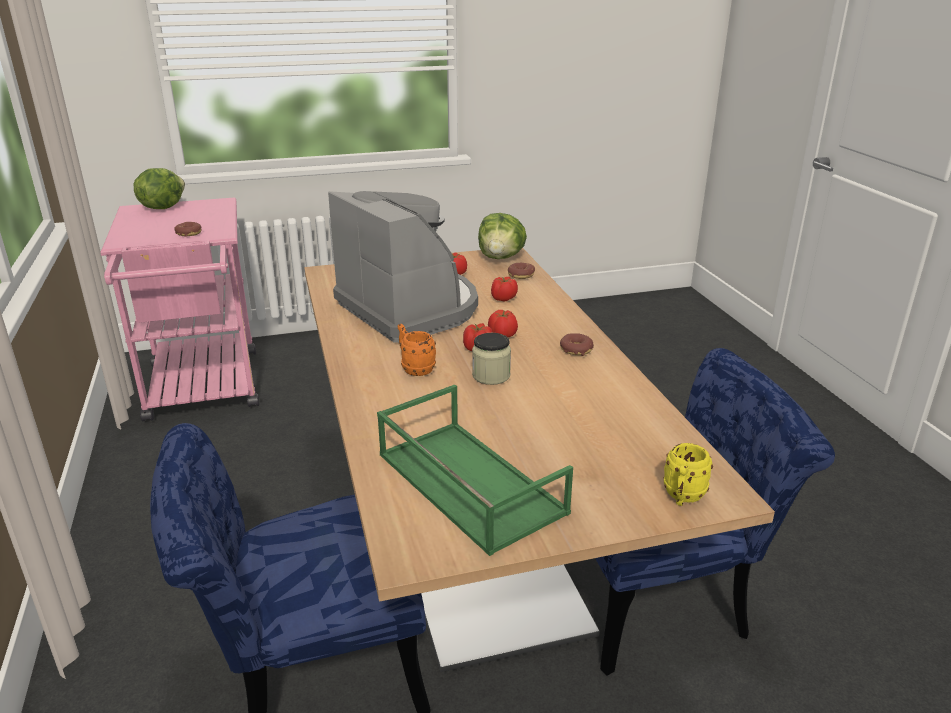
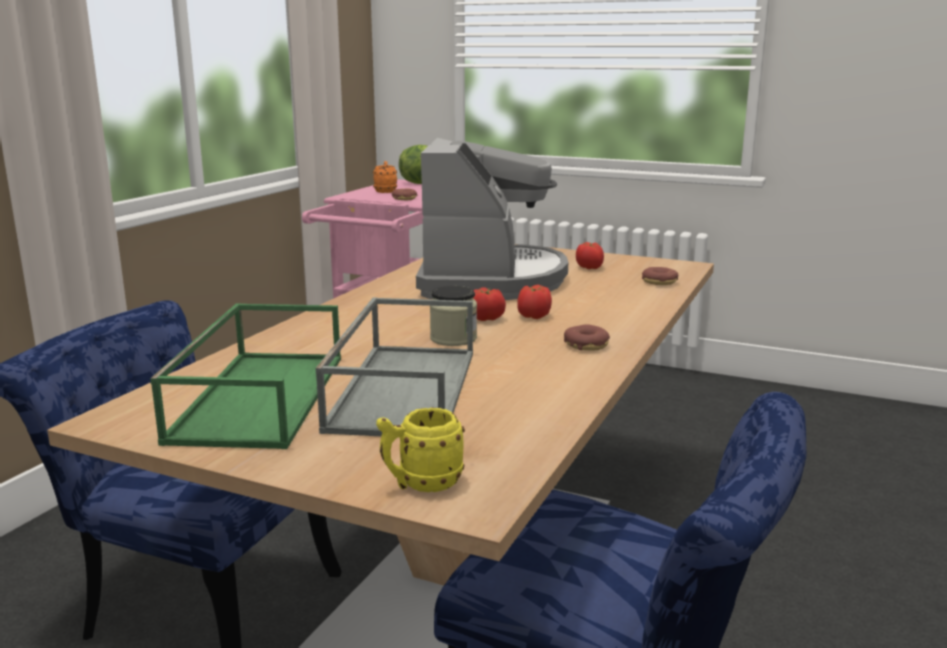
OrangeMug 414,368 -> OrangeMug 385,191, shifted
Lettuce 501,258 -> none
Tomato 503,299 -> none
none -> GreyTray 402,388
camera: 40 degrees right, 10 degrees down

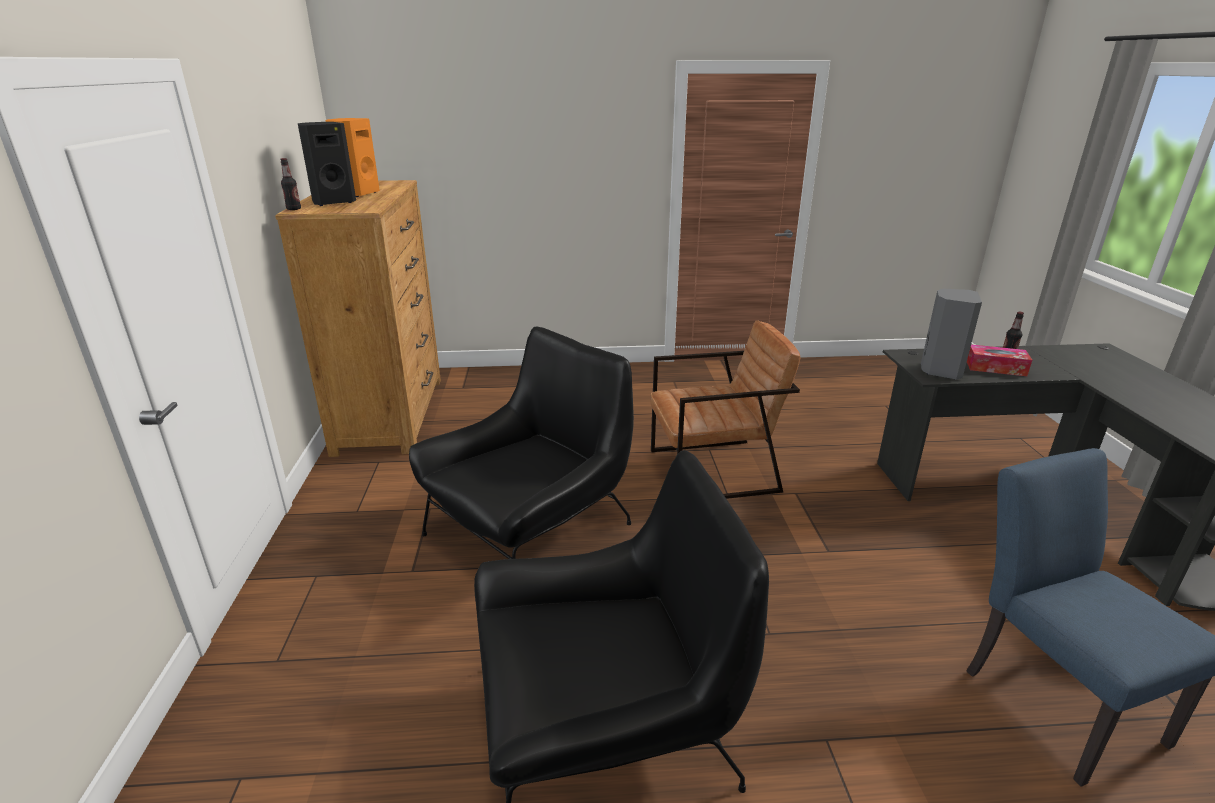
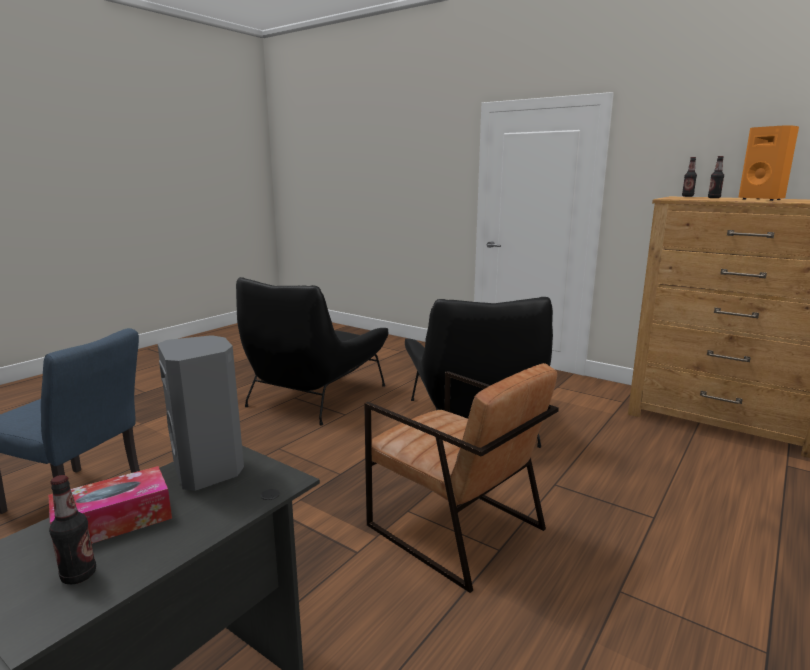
BlackSpeaker 333,202 -> Bottle 714,198
BrownArmchair 713,470 -> BrownArmchair 455,527, 75 degrees counterclockwise
camera: 130 degrees right, 10 degrees down

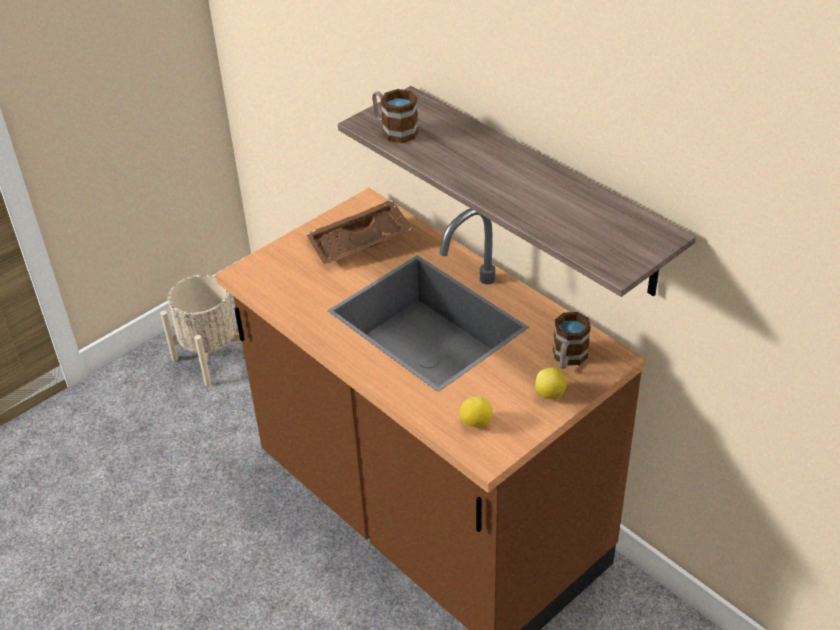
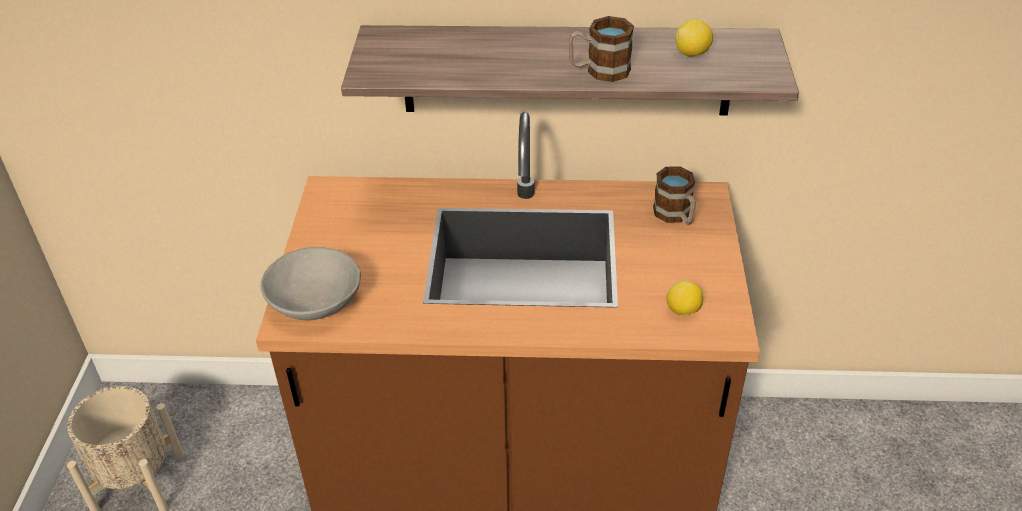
BrownTray 360,244 -> none
Mug 394,130 -> Mug 599,70, shifted
Lemon 550,394 -> Lemon 692,53, shifted
none -> GreyBowl 315,303
camera: 45 degrees left, 0 degrees up

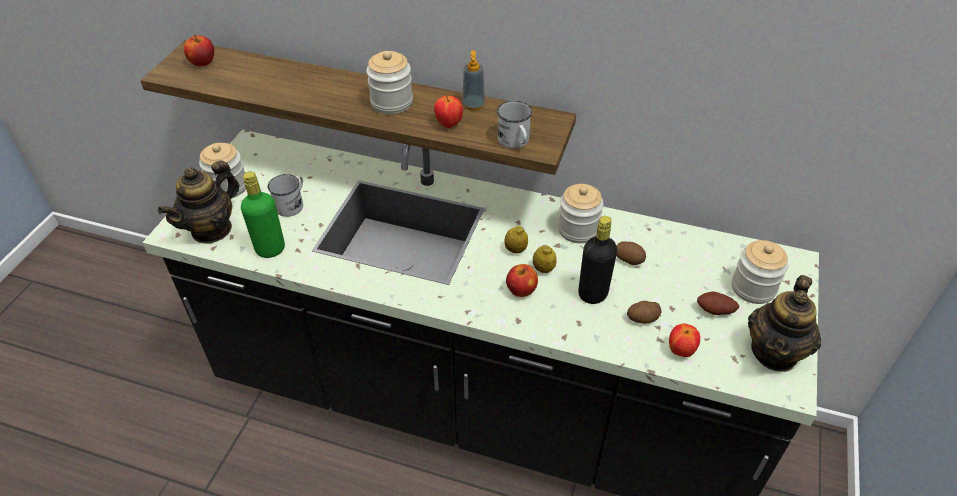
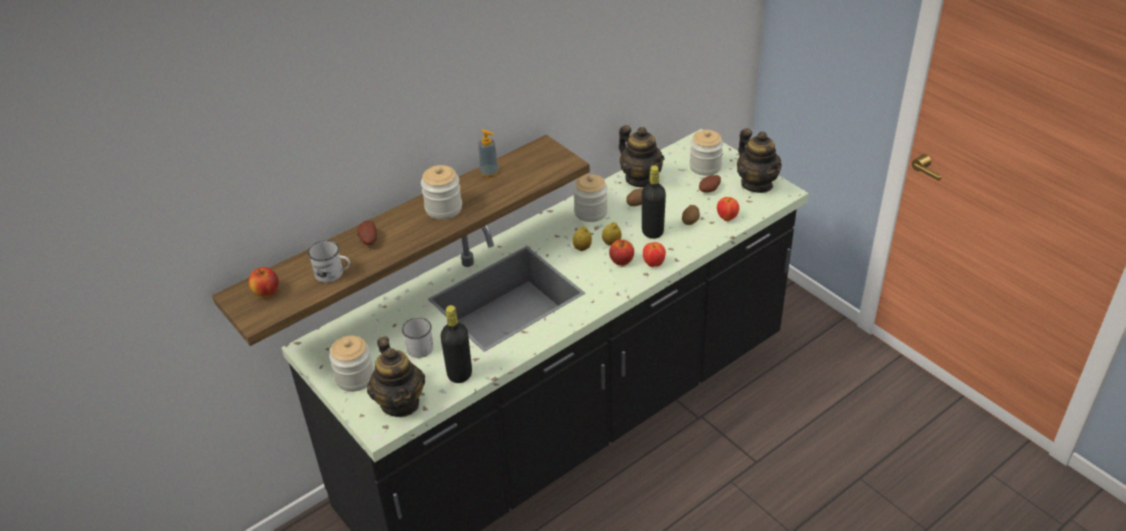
GreenBottle 270,249 -> BlackBottle 459,374
Apple 449,124 -> Apple 653,264, shifted
WhiteMug 515,142 -> WhiteMug 333,274, shifted
none -> Potato 368,240
none -> Teapot 641,179
camera: 55 degrees left, 5 degrees down

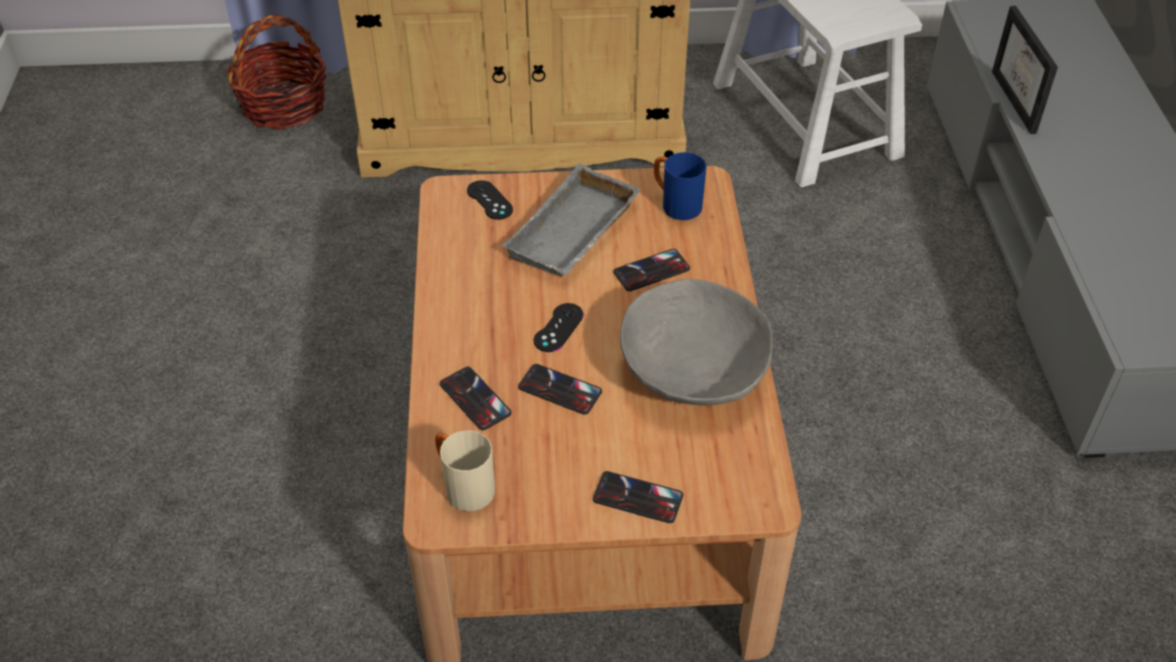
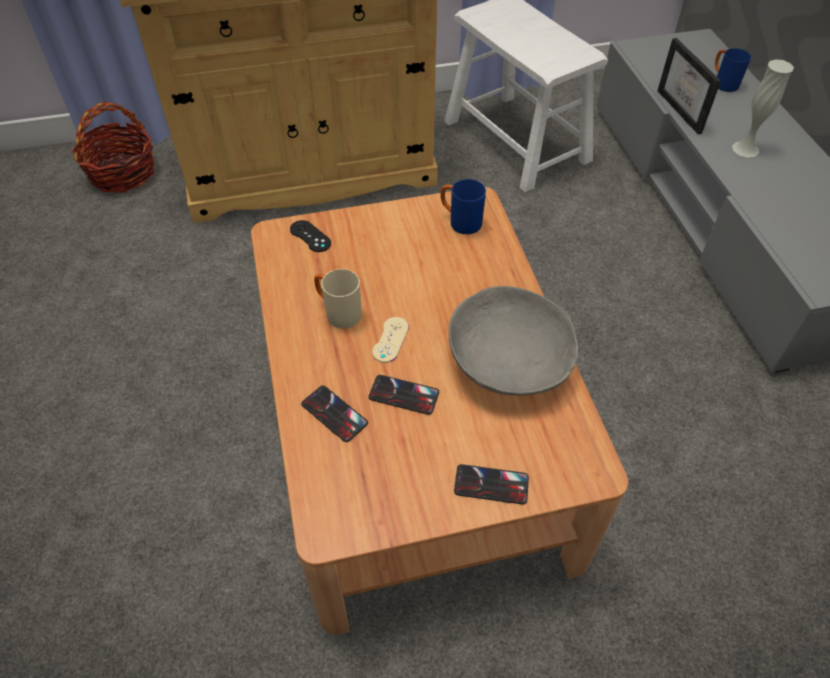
BeigeMug 463,486 -> BeigeMug 338,312, shifted
GreyTray 575,234 -> none
BlackGameController 558,328 -> BeigeGameController 390,339
Phone 651,271 -> none
none -> BlueMug 722,83
none -> WhiteVase 745,149
camera: 10 degrees left, 5 degrees up

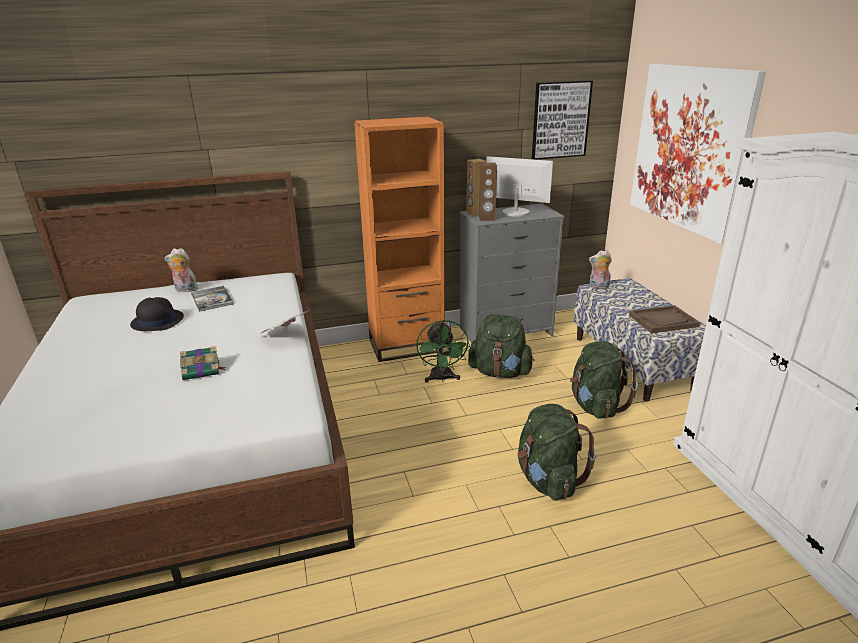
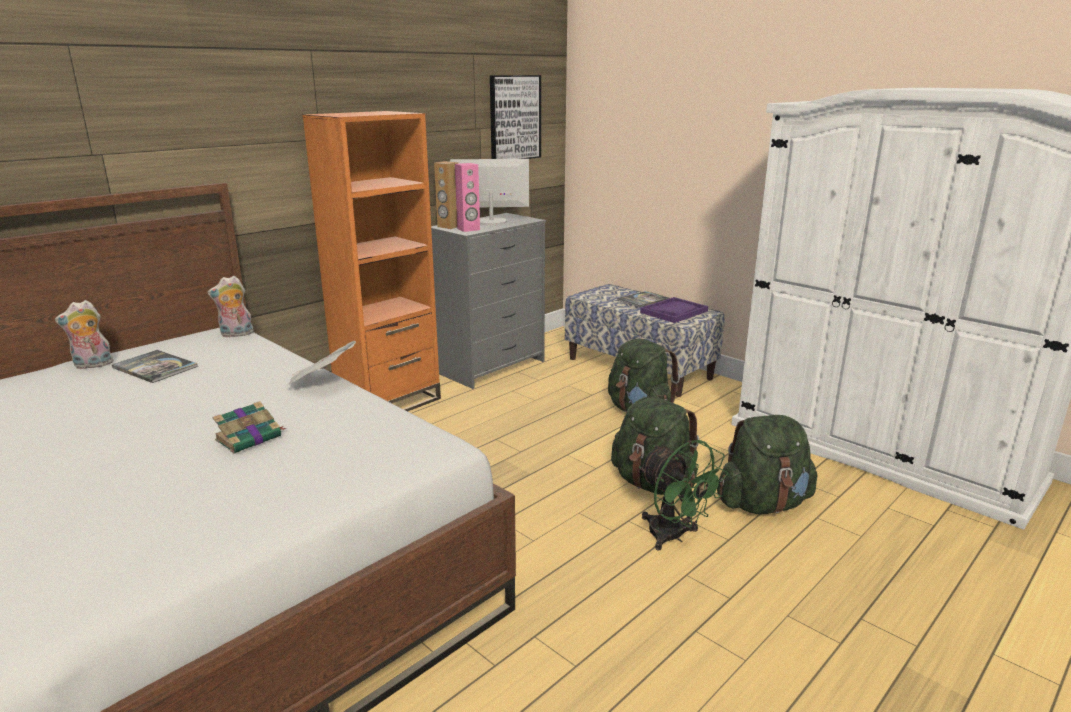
BlackHat 157,321 -> none
GreenFan 442,379 -> GreenFan 673,537, shifted
GreenBackpack 500,372 -> GreenBackpack 763,504, shifted
BrownSpeaker 487,218 -> PinkSpeaker 468,229
PlushToy 598,287 -> PlushToy 236,334, shifted
BrownTray 663,321 -> PurpleTray 674,312
Picture 689,148 -> none
none -> Book 643,300
camera: 30 degrees left, 5 degrees down

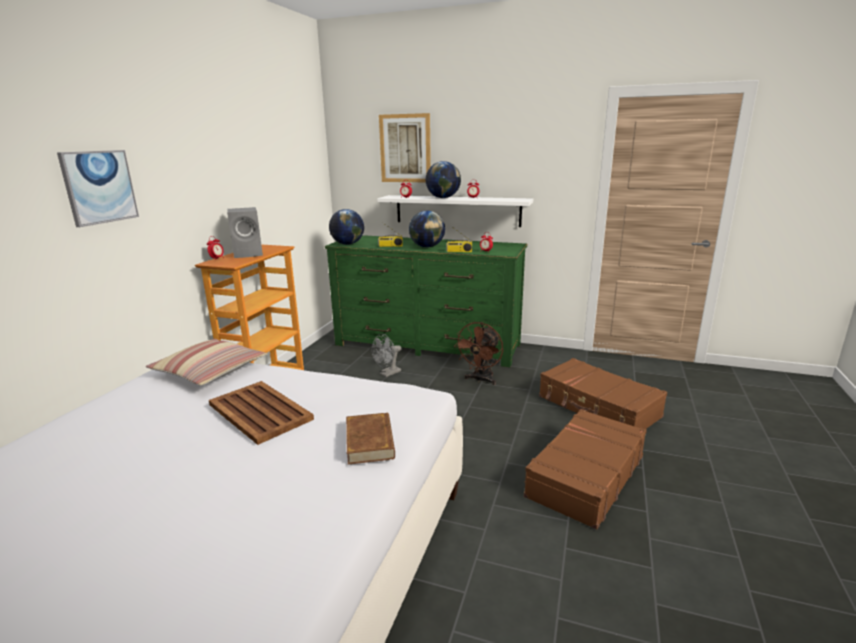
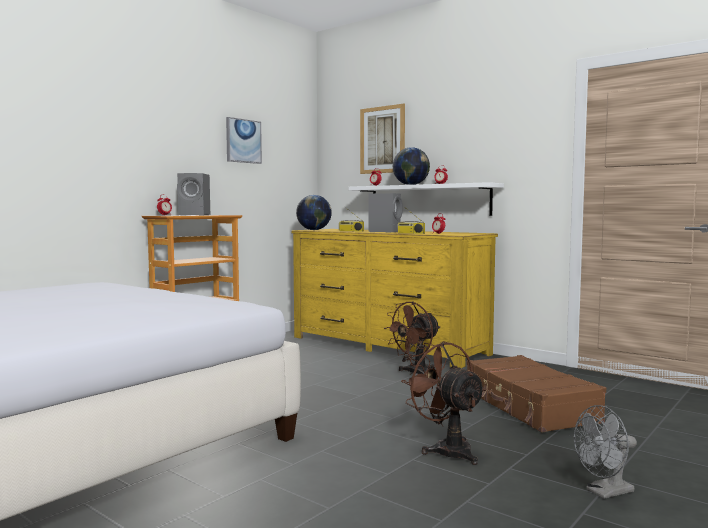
Picture 99,187 -> Picture 243,141, shifted
Pillow 210,371 -> none
BrownTray 260,412 -> none
GreenDresser 427,344 -> YellowDresser 387,345
BrownBook 370,441 -> none
GreyFan 387,374 -> GreyFan 605,492, shifted
Globe 427,247 -> GreySpeaker 385,232
BrownSuitcase 584,476 -> BrownFan 446,449
camera: 20 degrees right, 15 degrees down

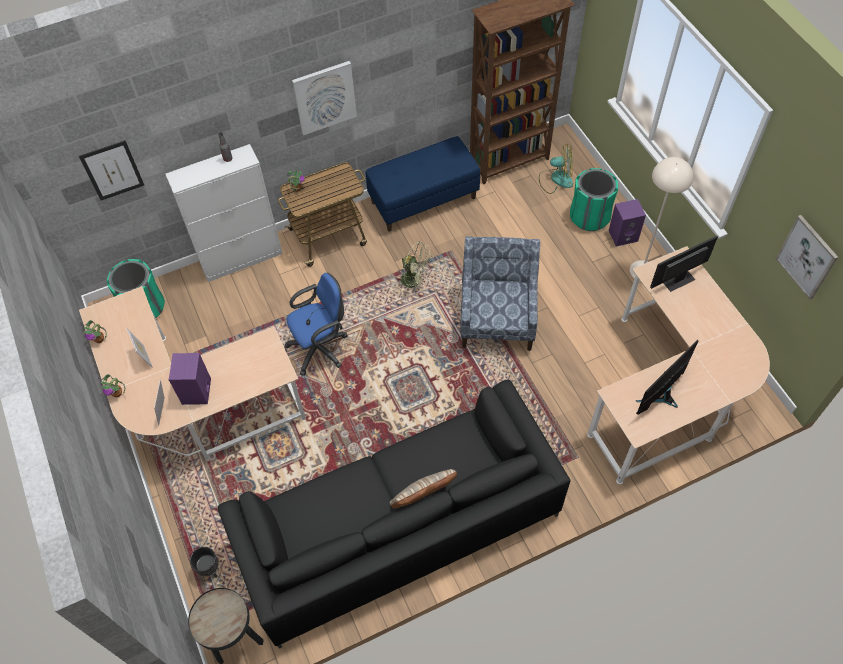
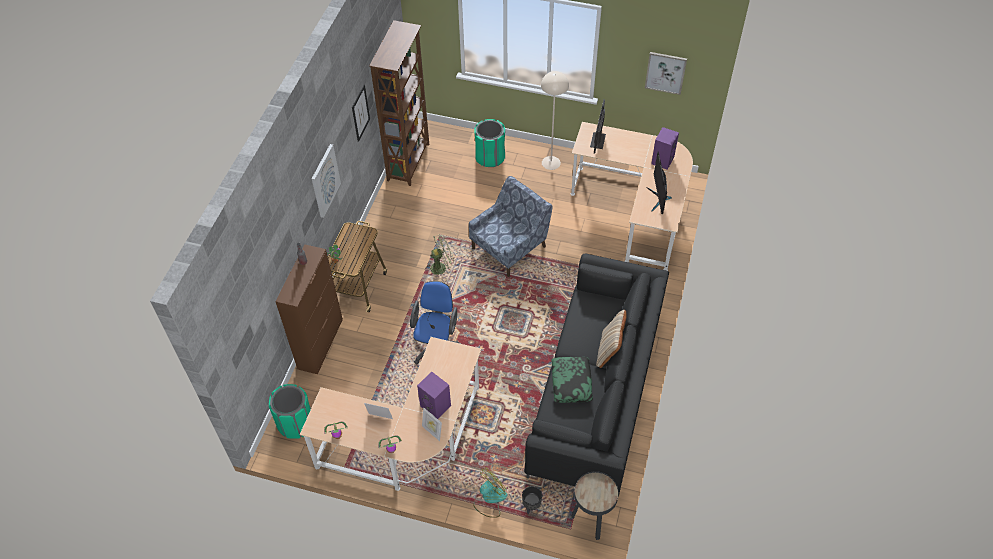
Picture 112,170 -> Picture 360,113, shifted
WhiteCabinet 242,258 -> BrownCabinet 320,343
BlueBench 423,199 -> none
BlueArmchair 497,317 -> BlueArmchair 510,247, 90 degrees clockwise
Fan 556,179 -> Fan 489,499, shifted
PurpleSpeaker 623,235 -> PurpleSpeaker 662,160, shifted
none -> Pillow 571,383
camera: 50 degrees left, 5 degrees down

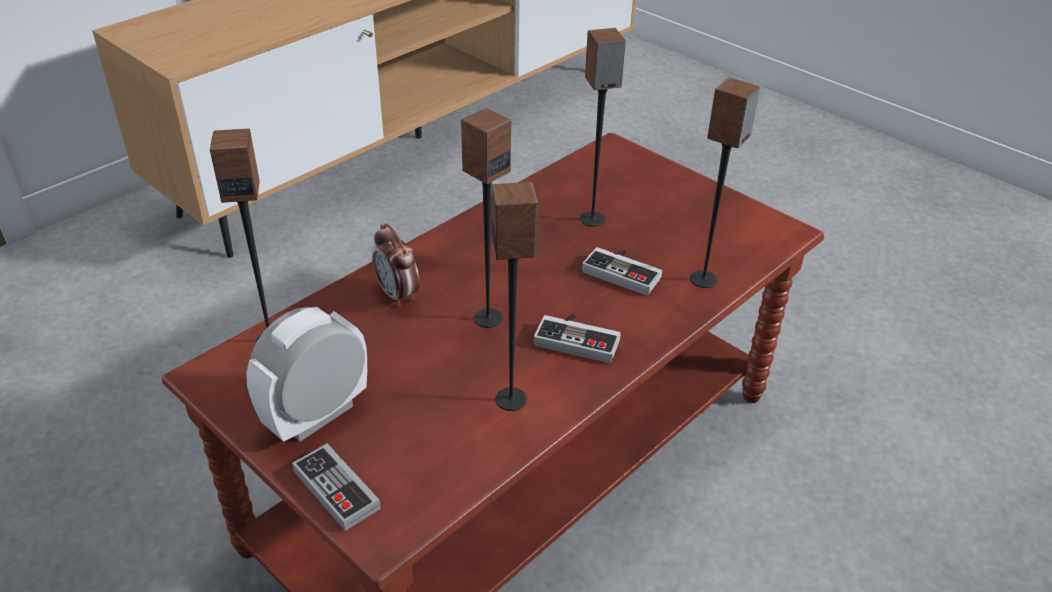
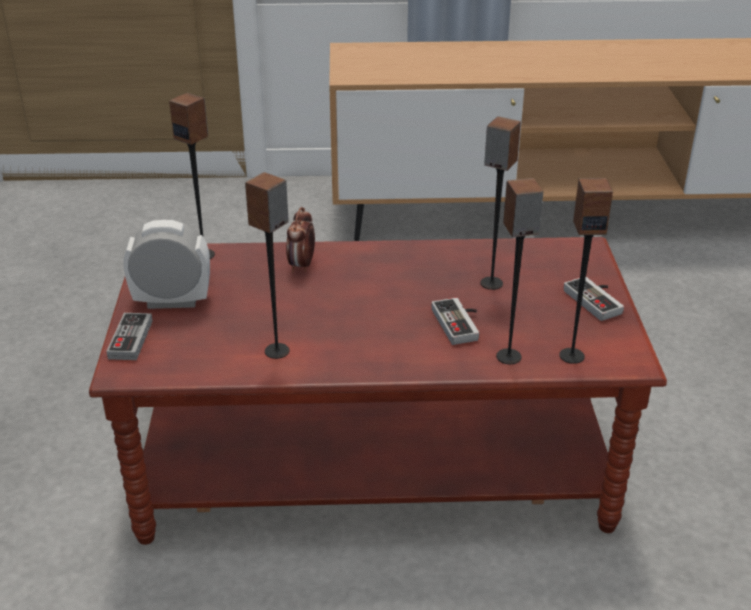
Speaker 487,318 -> Speaker 571,355, shifted
GameController 579,338 -> GameController 597,300, shifted
camera: 45 degrees right, 5 degrees down

